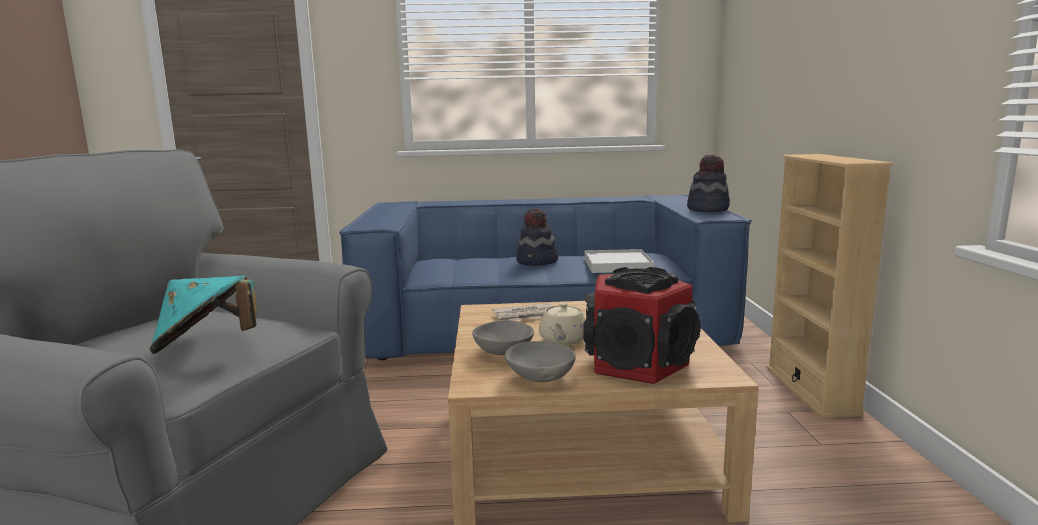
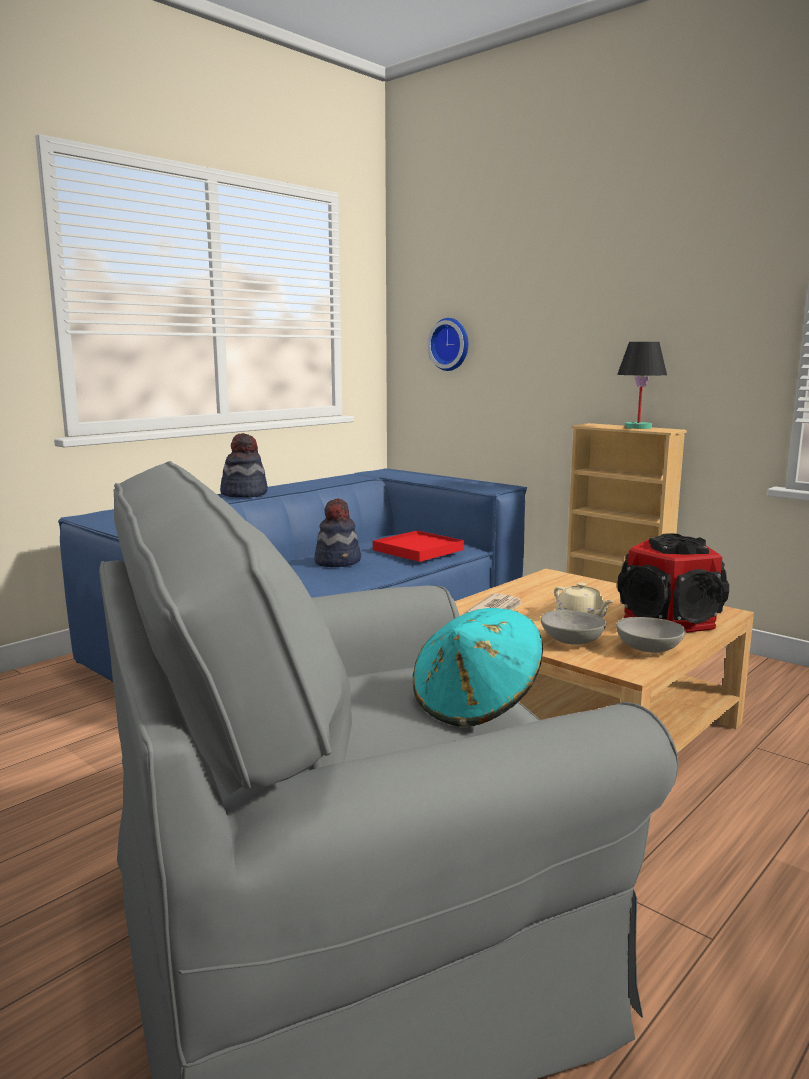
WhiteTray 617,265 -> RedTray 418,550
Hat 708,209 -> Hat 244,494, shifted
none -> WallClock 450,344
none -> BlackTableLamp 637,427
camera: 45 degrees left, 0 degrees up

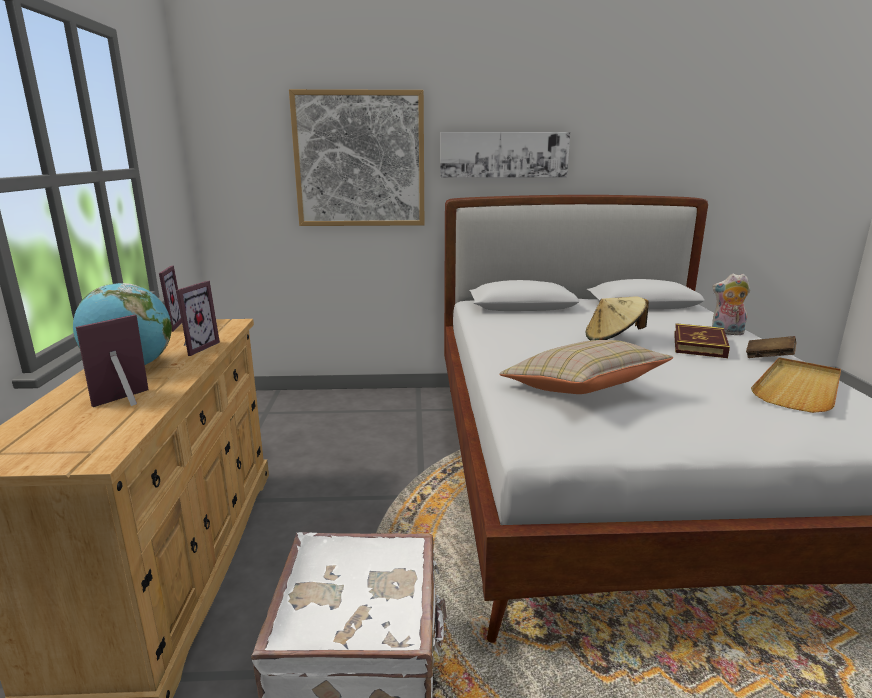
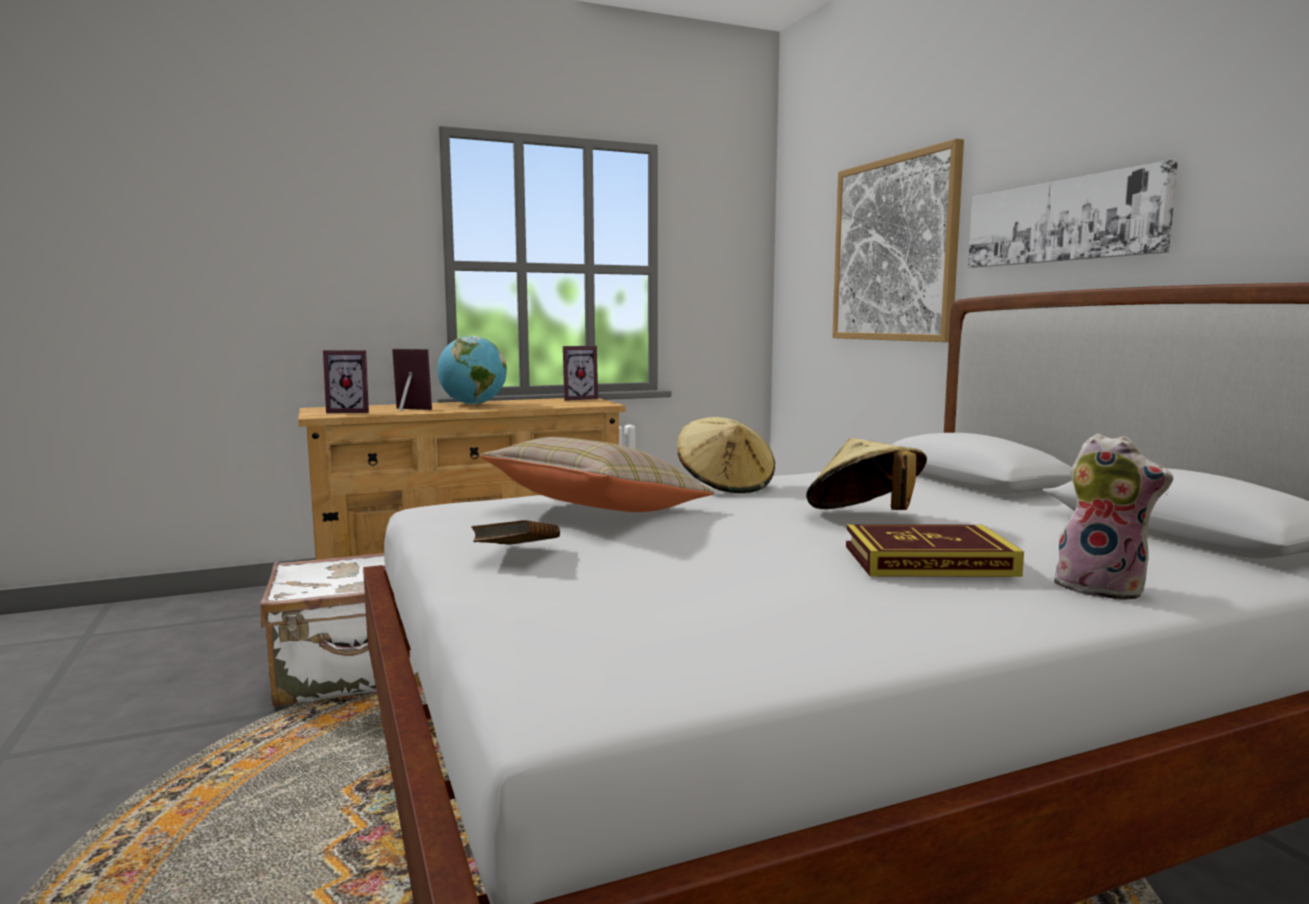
PictureFrame 195,347 -> PictureFrame 351,411, shifted
PlushToy 726,333 -> PlushToy 1102,588, 135 degrees clockwise
BrownBook 768,357 -> BrownBook 517,555, shifted
BeigeTray 798,388 -> none
none -> BeigeHat 725,485
camera: 70 degrees right, 10 degrees down

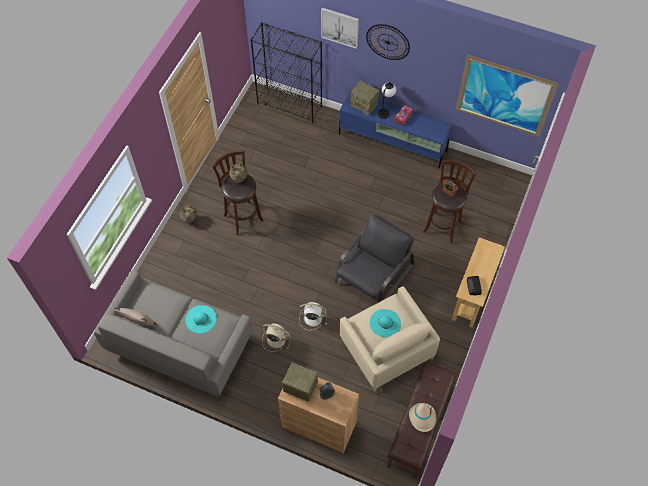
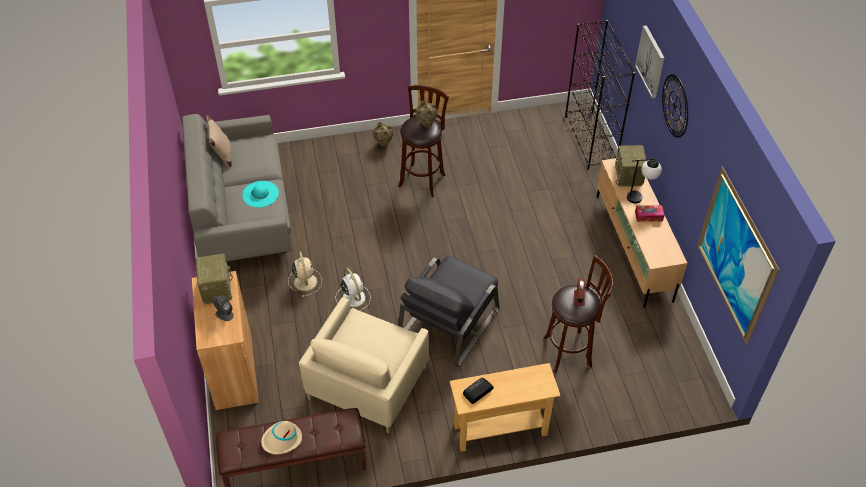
GreyArmchair 373,275 -> GreyArmchair 449,321, 120 degrees clockwise
BlueTvStand 393,143 -> BeigeTvStand 633,248
TurquoiseHat 385,323 -> none
camera: 55 degrees right, 10 degrees down

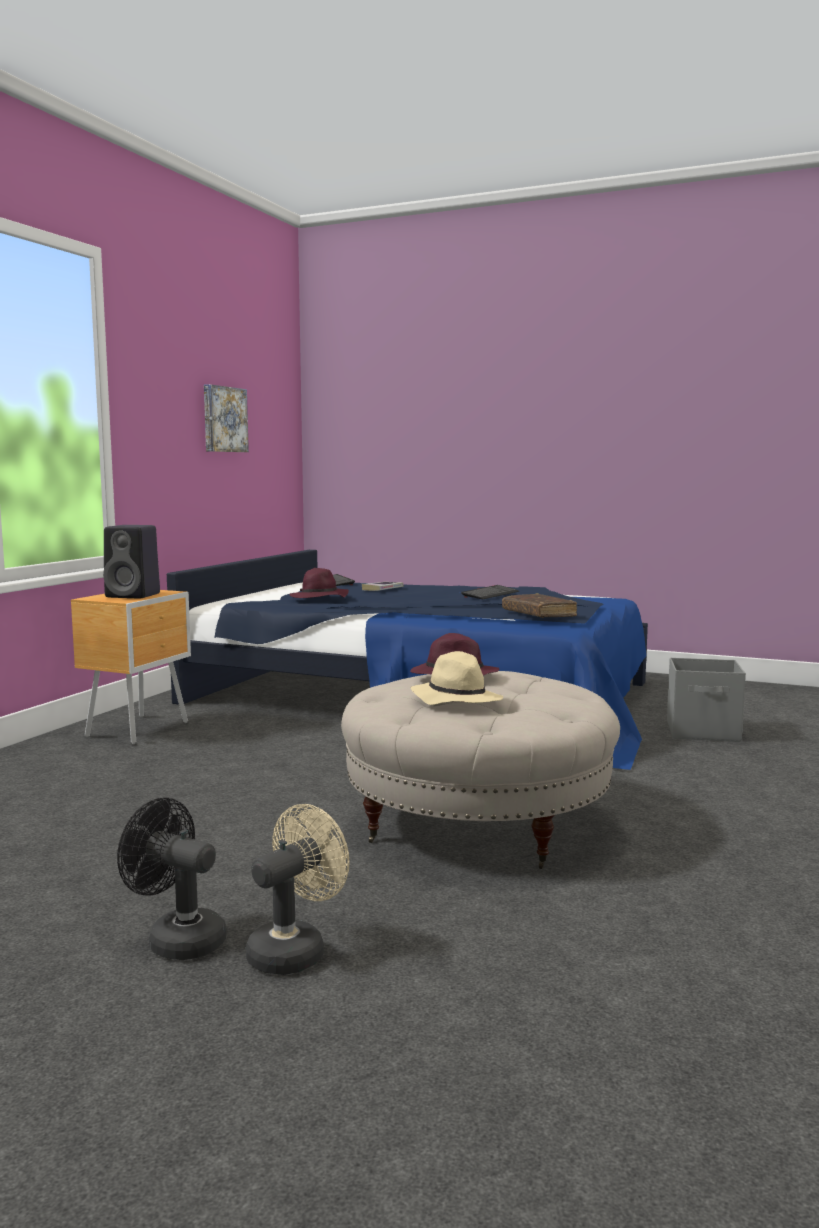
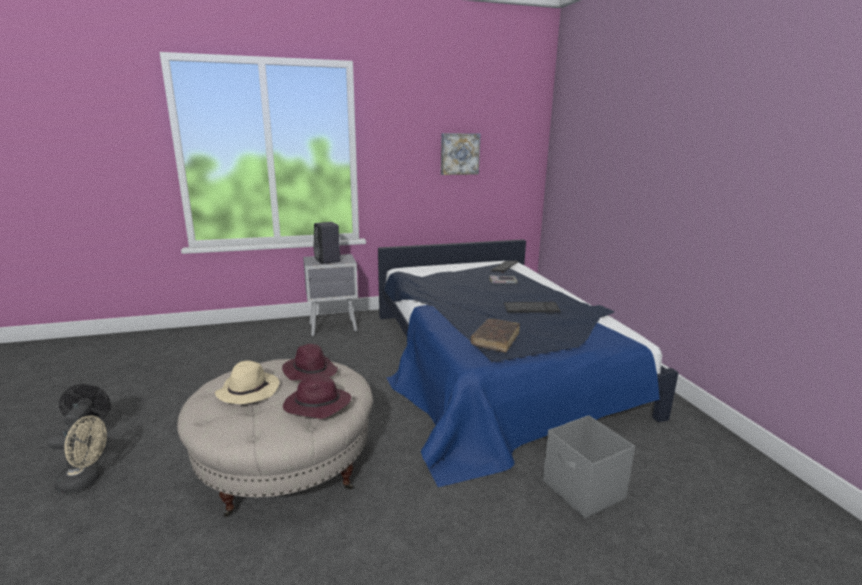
BrownNightstand 140,729 -> GreyNightstand 334,328
PurpleHat 319,598 -> PurpleHat 316,406, shifted
camera: 50 degrees right, 10 degrees up

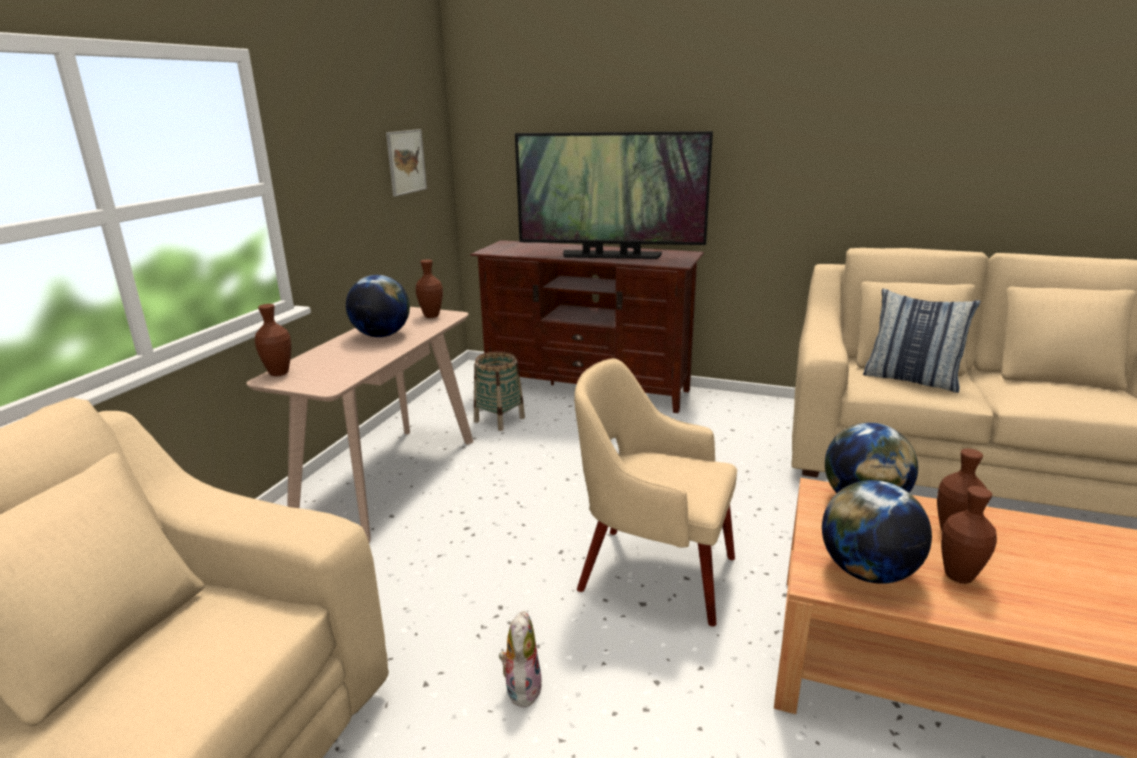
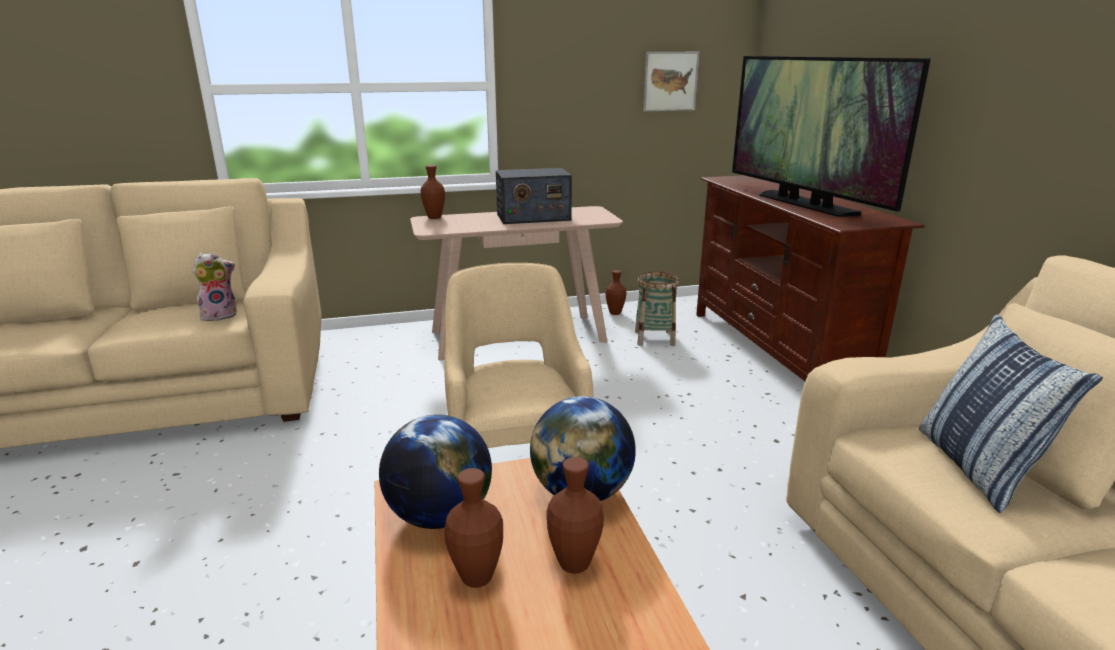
Globe 381,335 -> Radio 533,217
BrownVase 431,316 -> BrownVase 615,313, shifted
PlushToy 521,687 -> PlushToy 220,315, shifted
camera: 55 degrees right, 0 degrees up

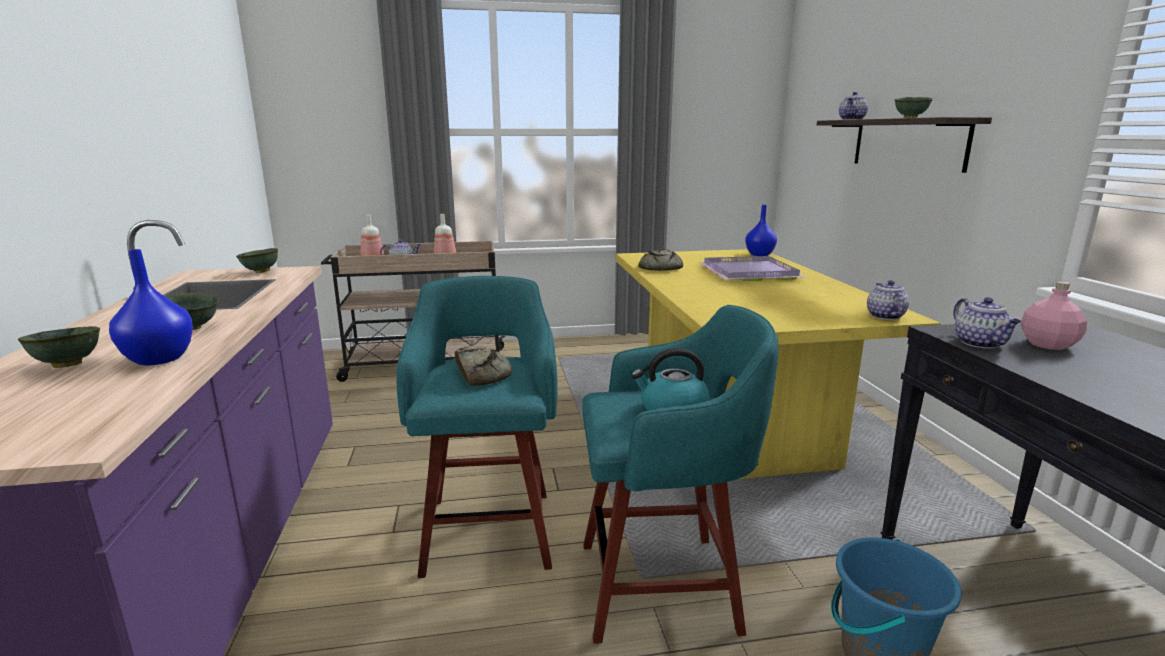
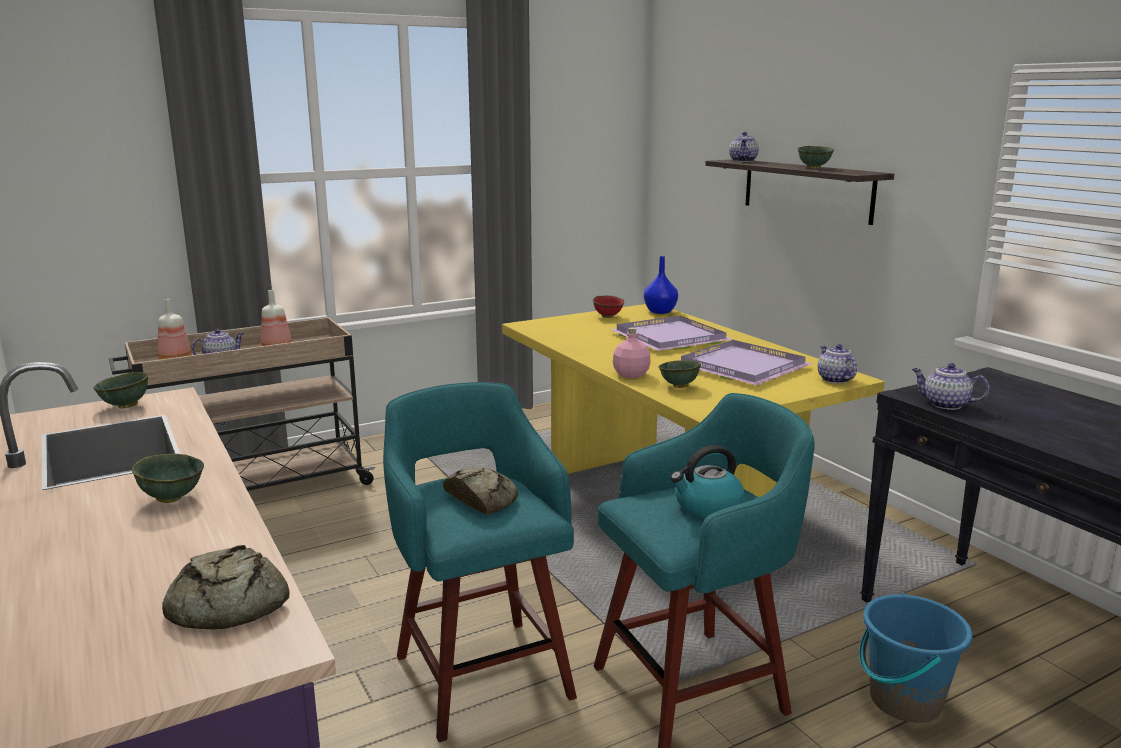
GreenBowl 67,365 -> GreenBowl 679,386, shifted
BlueVase 159,359 -> none
Bread 659,268 -> Bread 225,605, shifted
Teapot 981,343 -> Teapot 945,404, 150 degrees clockwise
PinkBottle 1047,345 -> PinkBottle 630,375, shifted
none -> RedBowl 608,316
none -> PurpleTray 745,367
camera: 20 degrees left, 0 degrees up

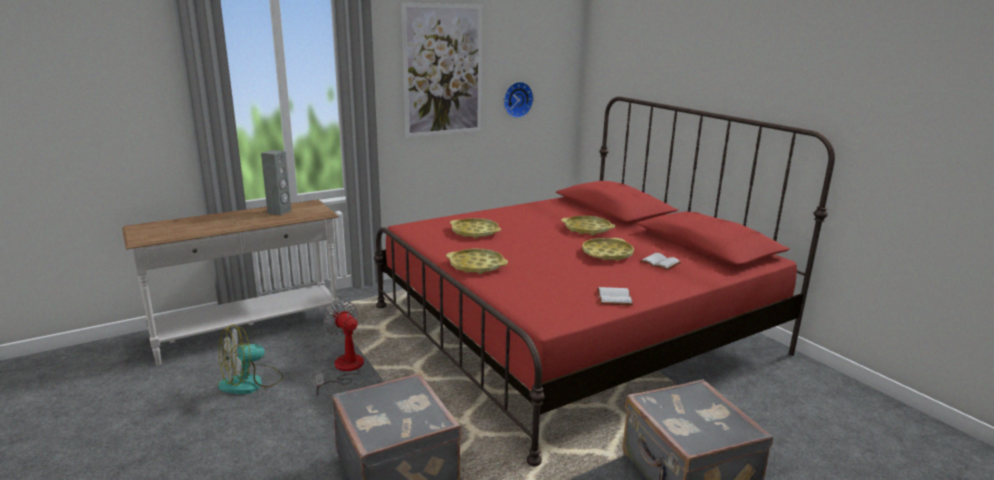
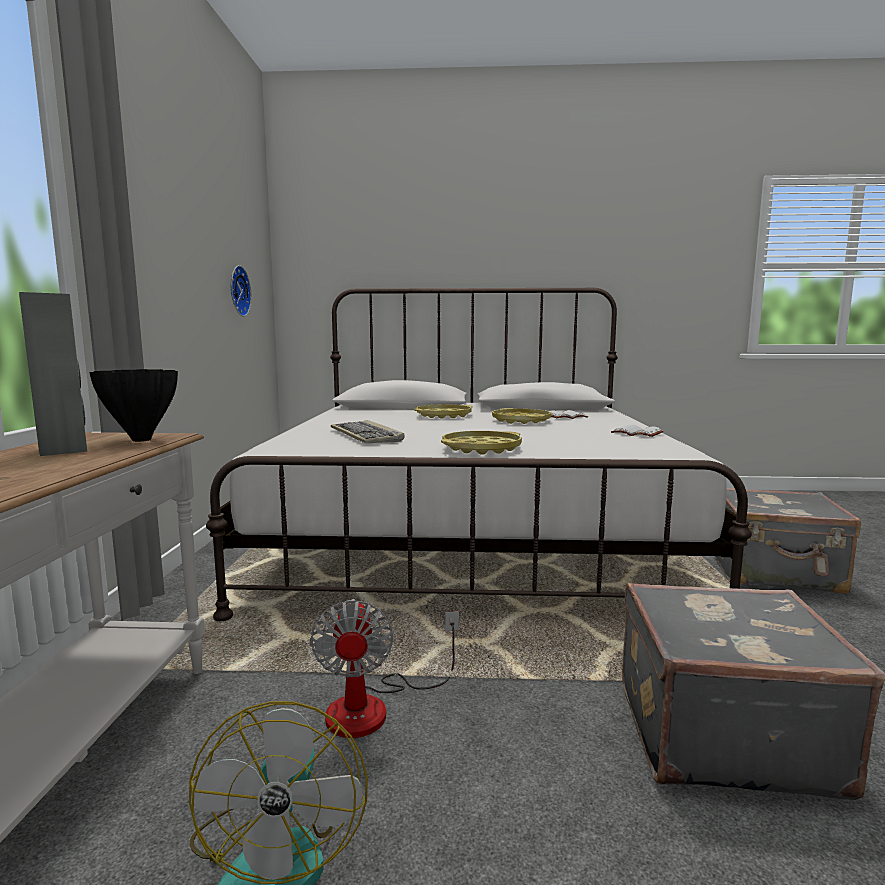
Fan 344,369 -> Fan 375,706, 90 degrees counterclockwise
RedBed 574,329 -> WhiteBed 470,535
Picture 443,70 -> none
YellowTray 475,232 -> Keyboard 367,436
none -> BlackVase 140,440
camera: 55 degrees left, 10 degrees down

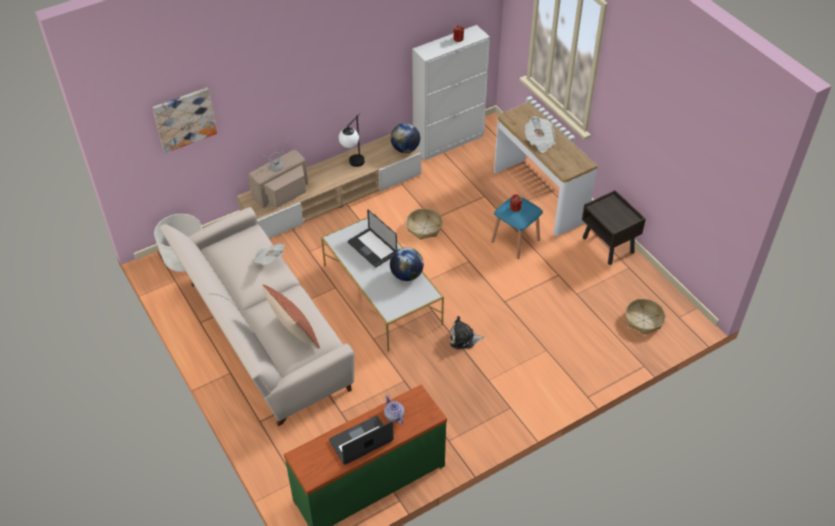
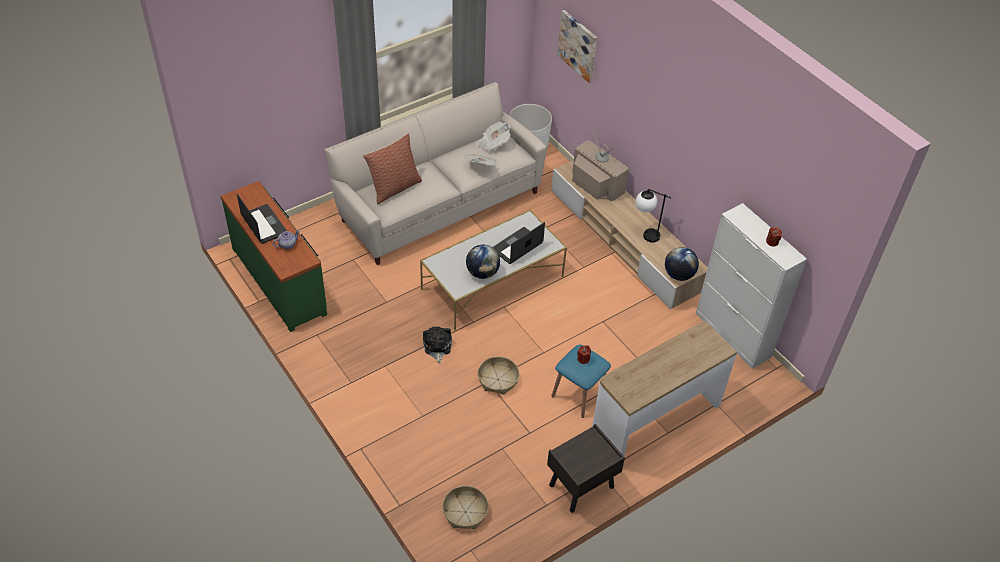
Basket 424,228 -> Basket 498,379, shifted
Newspaper 539,141 -> Newspaper 493,143, shifted
camera: 85 degrees right, 0 degrees up

